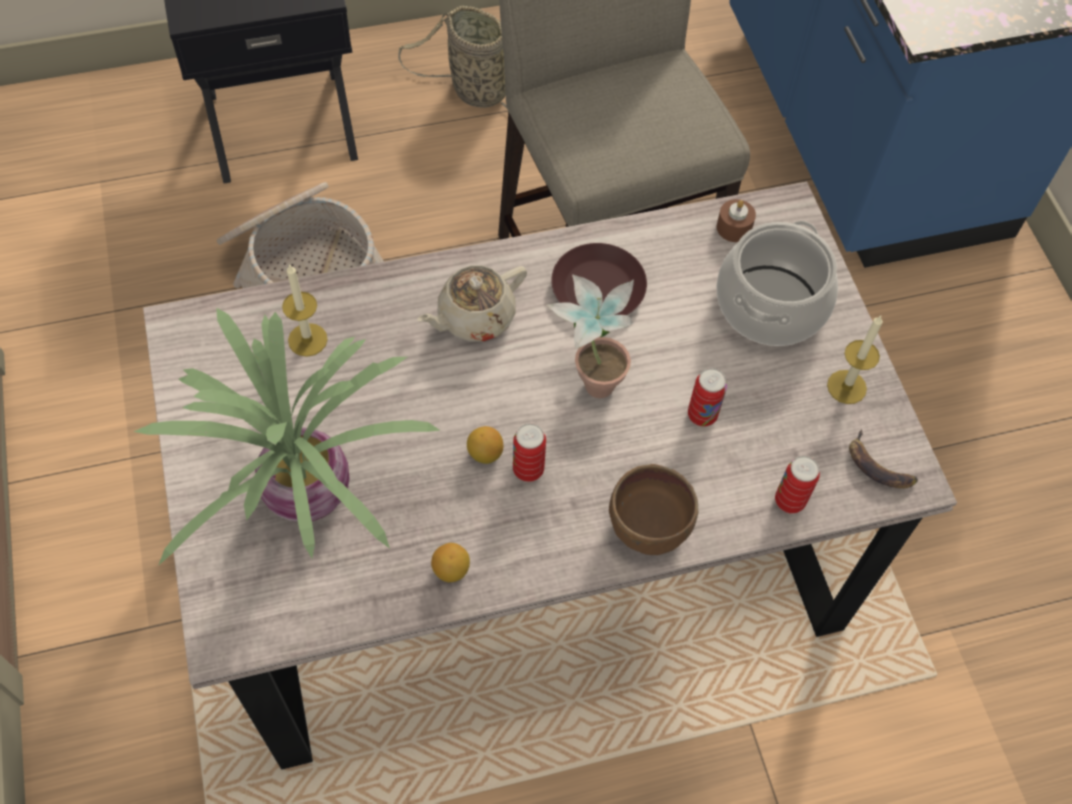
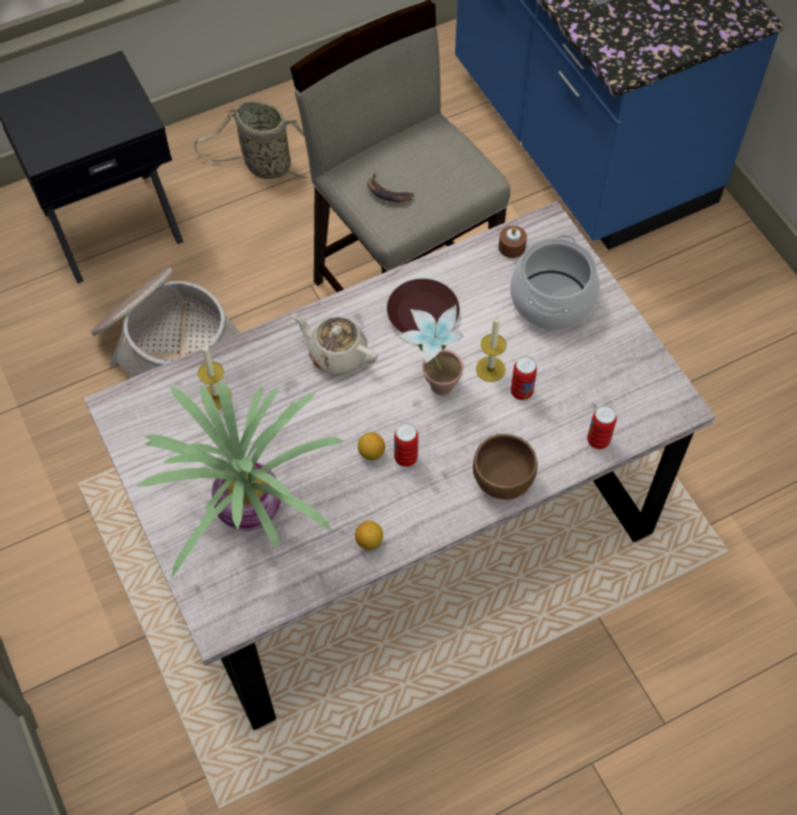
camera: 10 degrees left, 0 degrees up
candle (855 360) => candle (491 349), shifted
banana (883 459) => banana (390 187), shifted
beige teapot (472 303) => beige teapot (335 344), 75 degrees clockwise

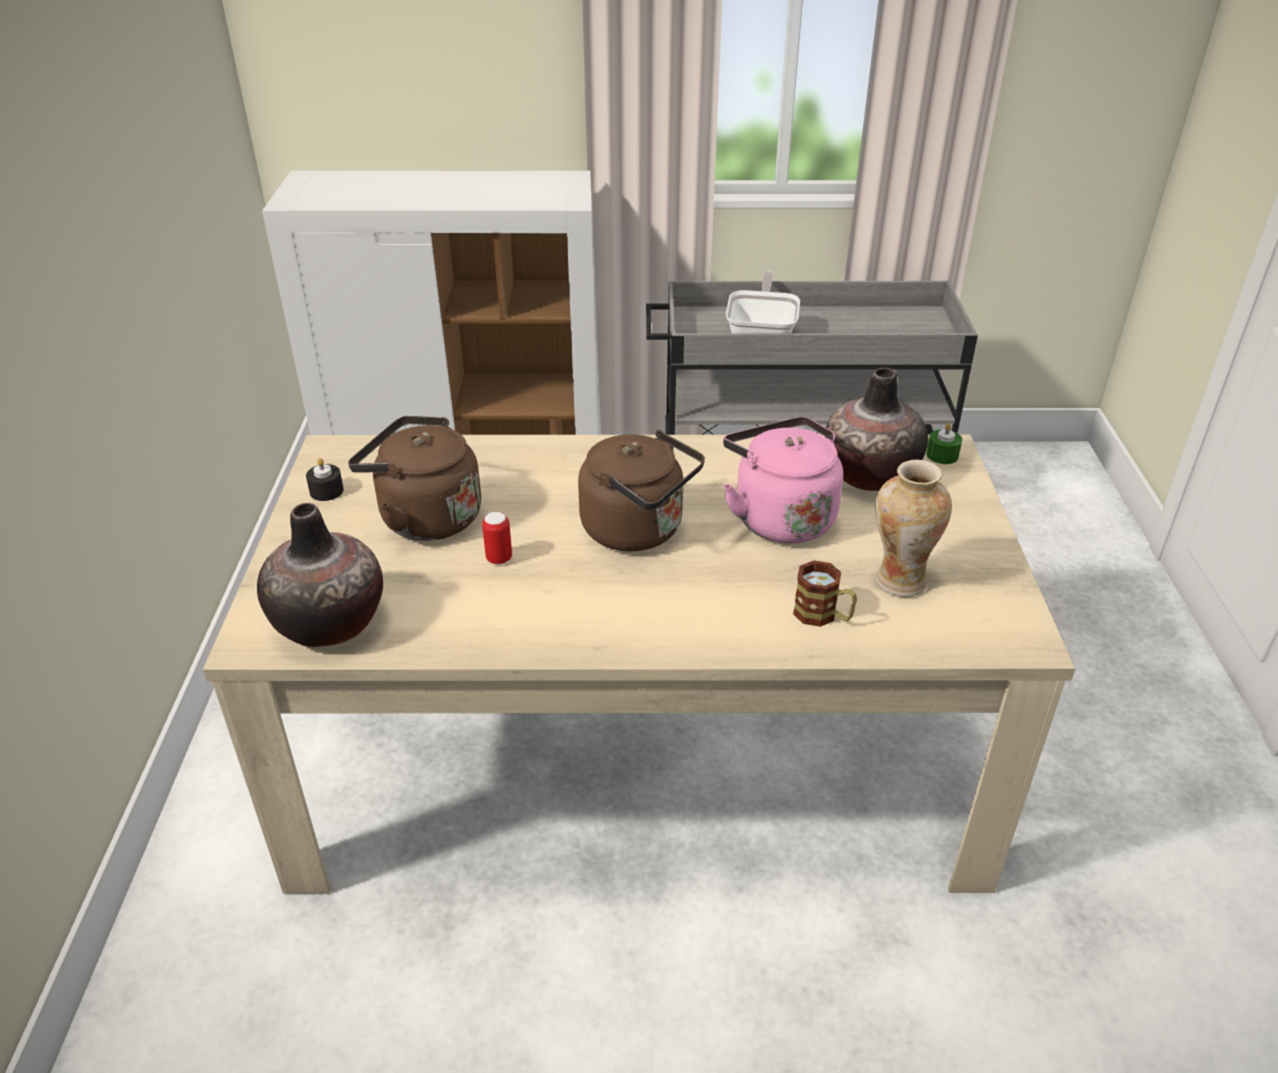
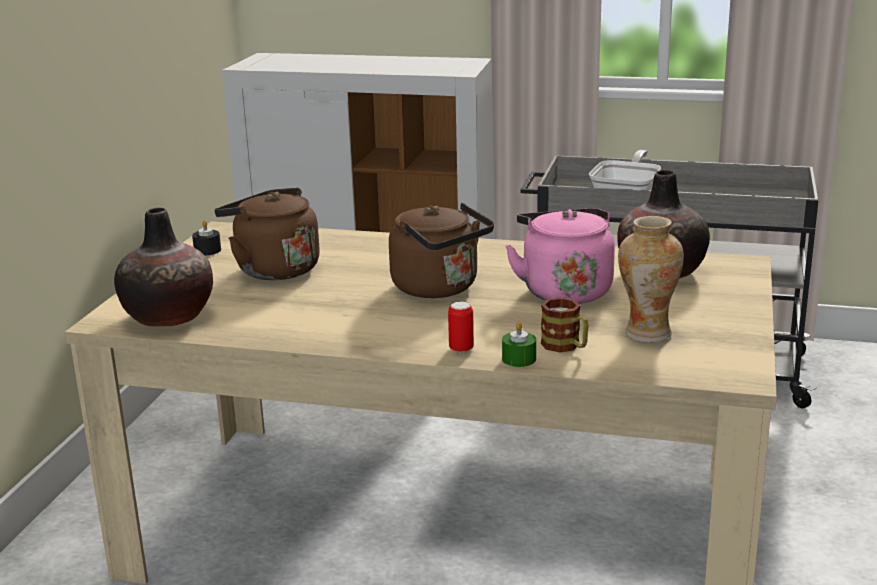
camera: 15 degrees right, 15 degrees down
can (497 538) => can (461 327), shifted
green candle (944 443) => green candle (519 344), shifted

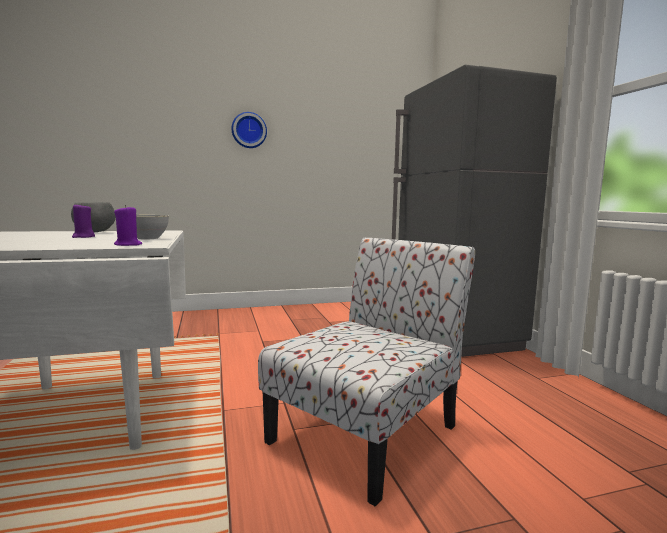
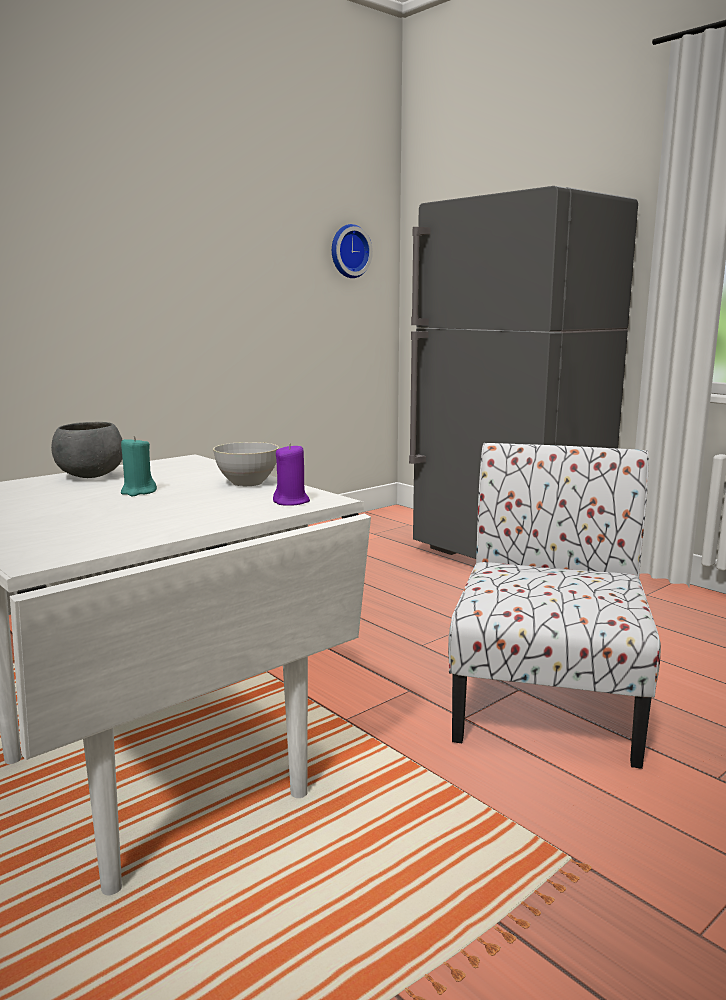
camera: 25 degrees left, 5 degrees up
wall clock (249 130) => wall clock (352 251), shifted
purple candle (83 220) => turquoise candle (139 466)

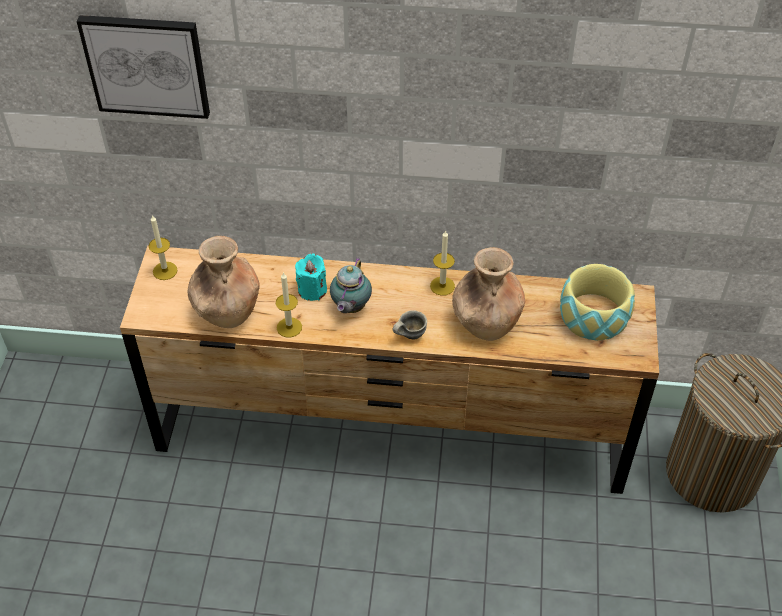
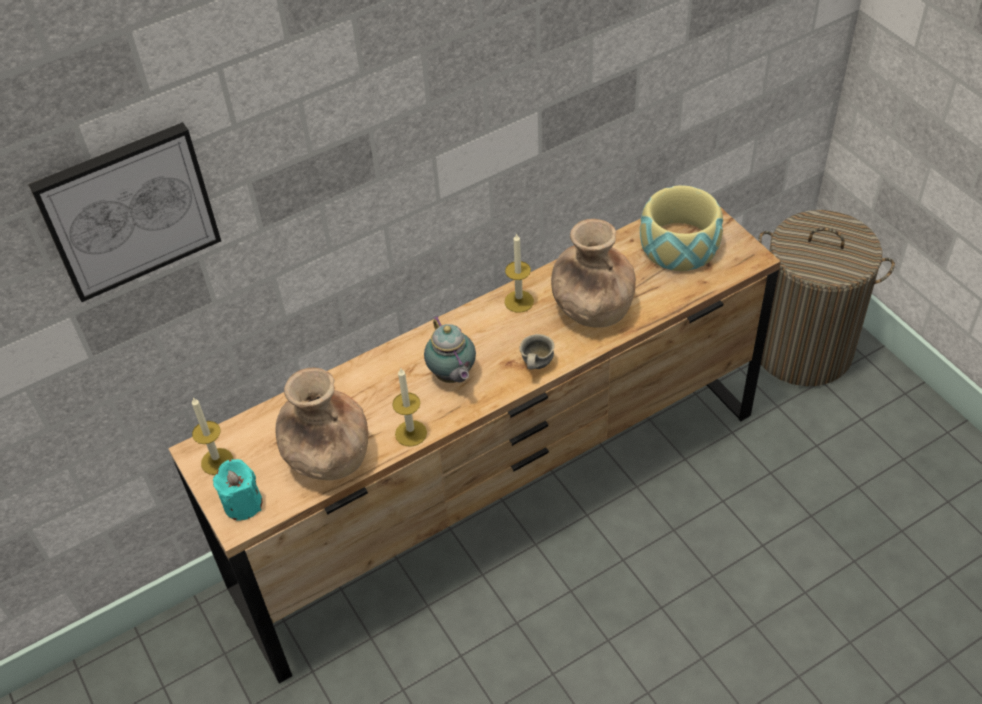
camera: 35 degrees left, 0 degrees up
turquoise candle (311 277) => turquoise candle (237 490), shifted

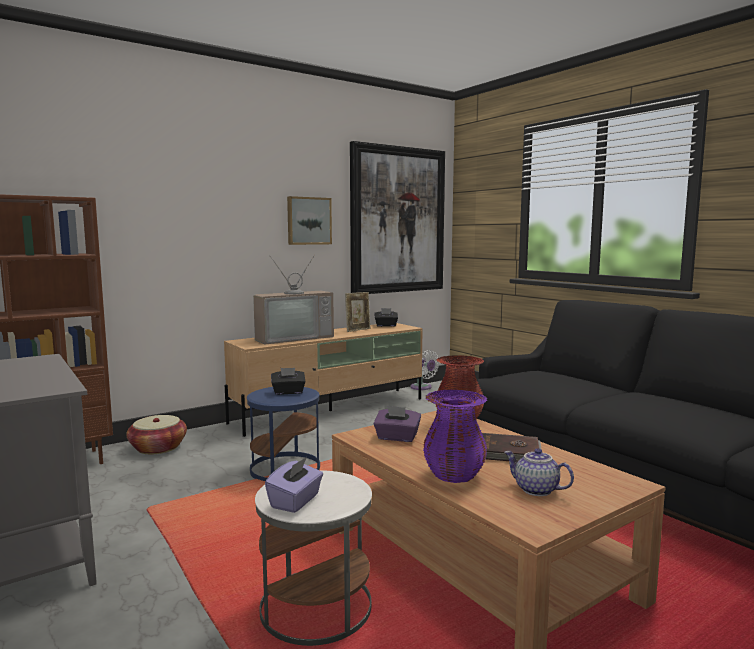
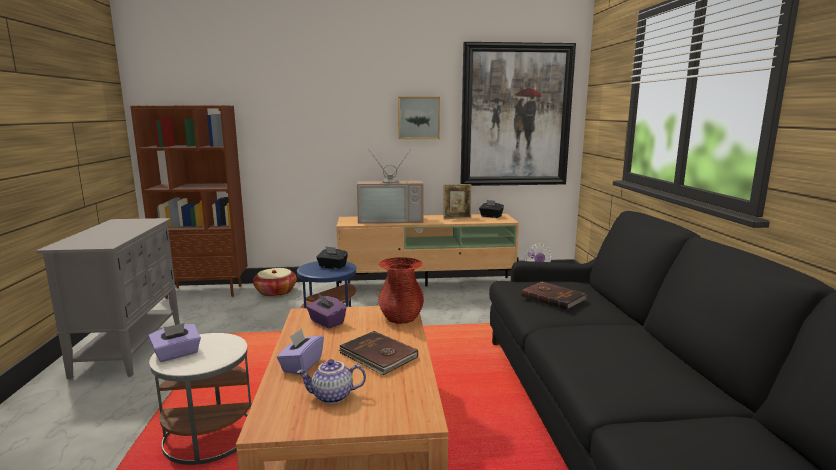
camera: 30 degrees right, 5 degrees up
nothing => brown book (554 296)
purple vase (455 436) => purple tissue box (300 351)
teapot (539 472) => teapot (331 381), 75 degrees counterclockwise

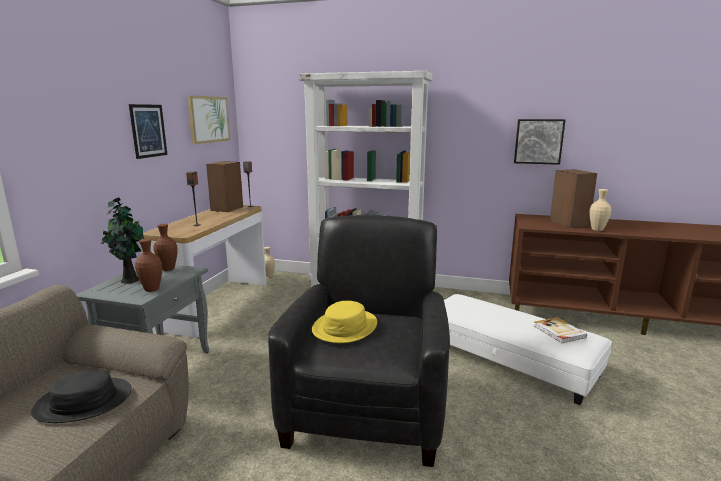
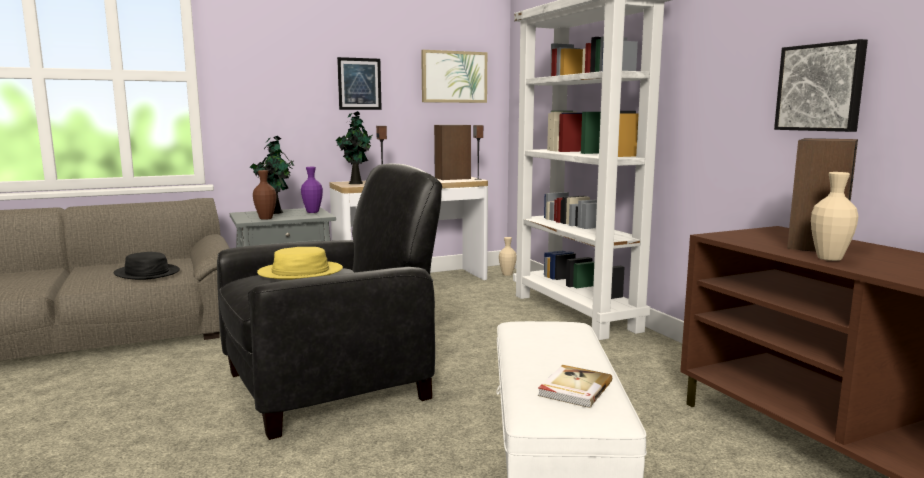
camera: 50 degrees right, 5 degrees down
nothing => potted plant (354 147)
brown vase (165 247) => purple vase (312 190)

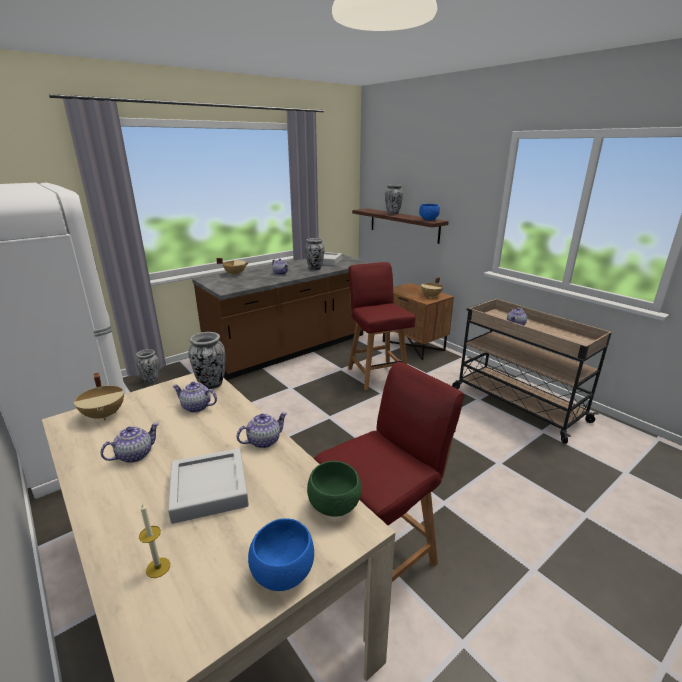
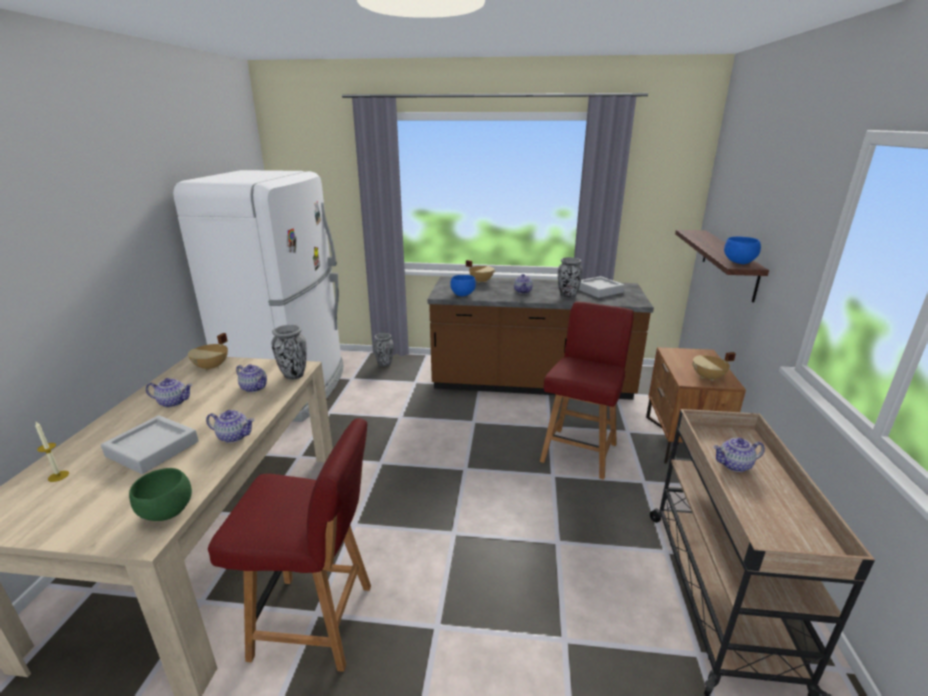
camera: 45 degrees right, 0 degrees up
vase (394 199) => nothing
blue bowl (281 554) => blue bowl (463 285), shifted
teapot (194 397) => teapot (251 378), 150 degrees clockwise

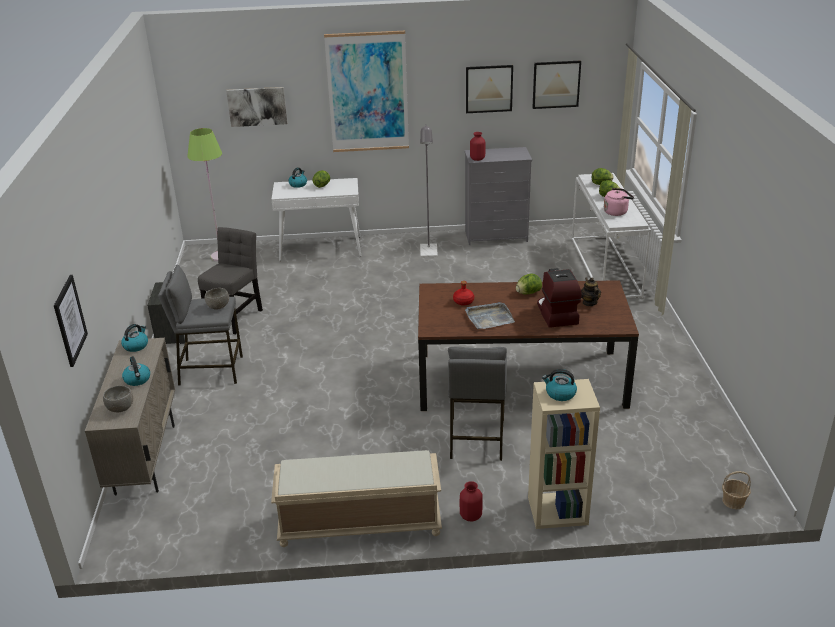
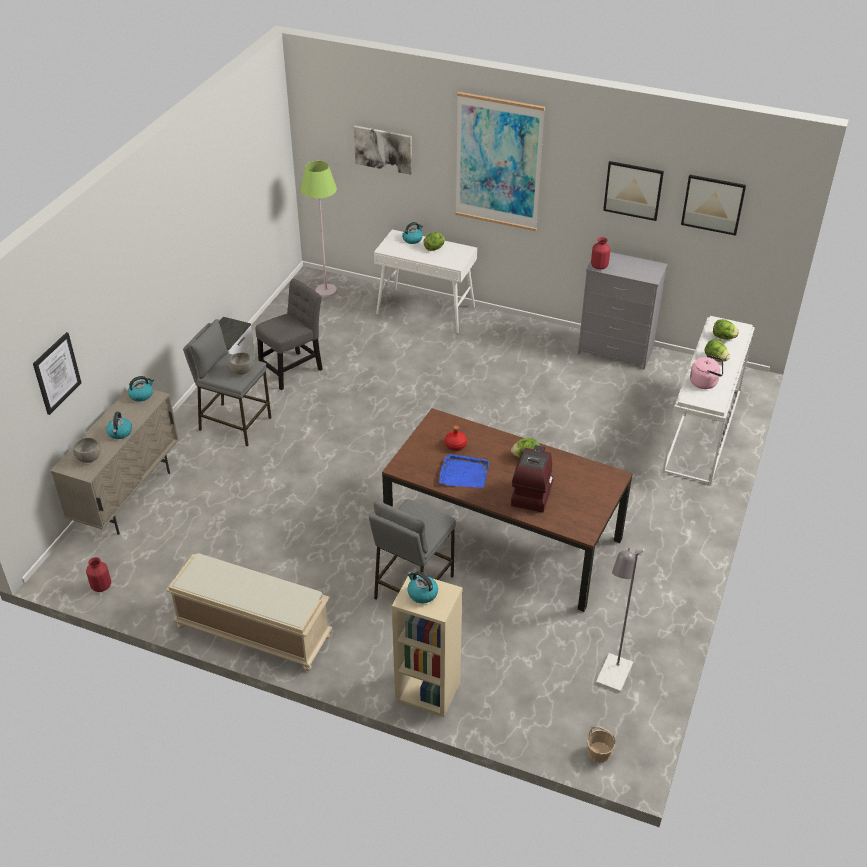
camera: 25 degrees right, 10 degrees up
teapot (591 292) => nothing
grey floor lamp (429 191) => grey floor lamp (620 620), shifted
red vase (471 501) => red vase (98 574), shifted
grey tray (490 315) => blue tray (464 471)

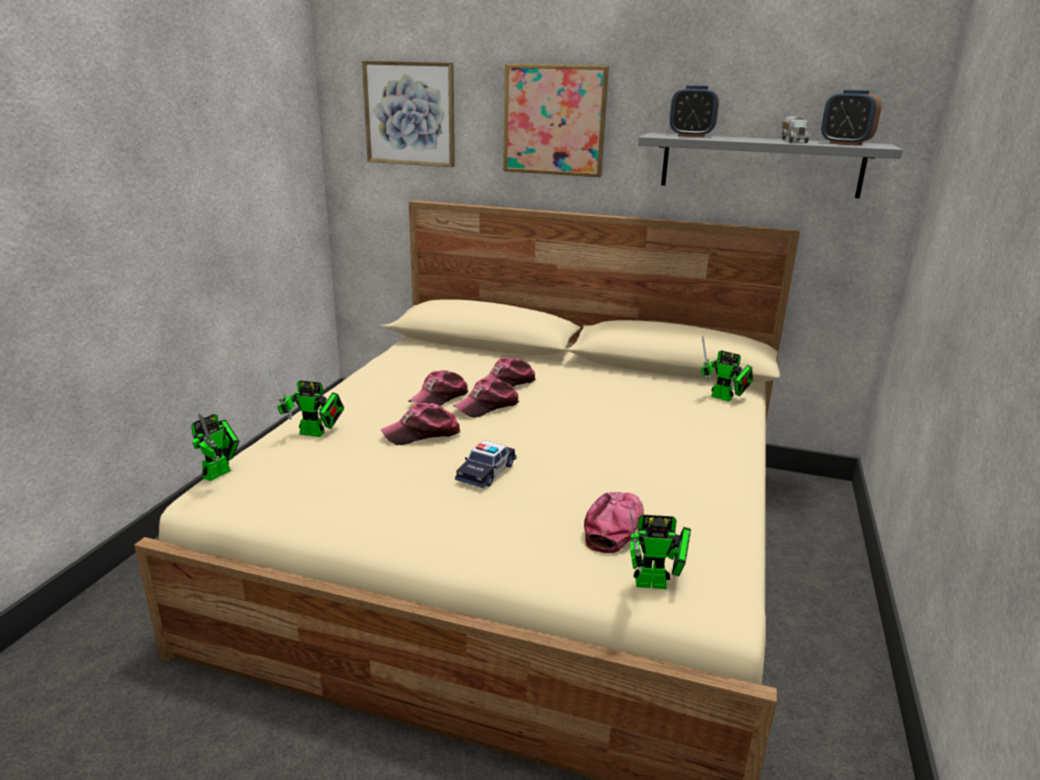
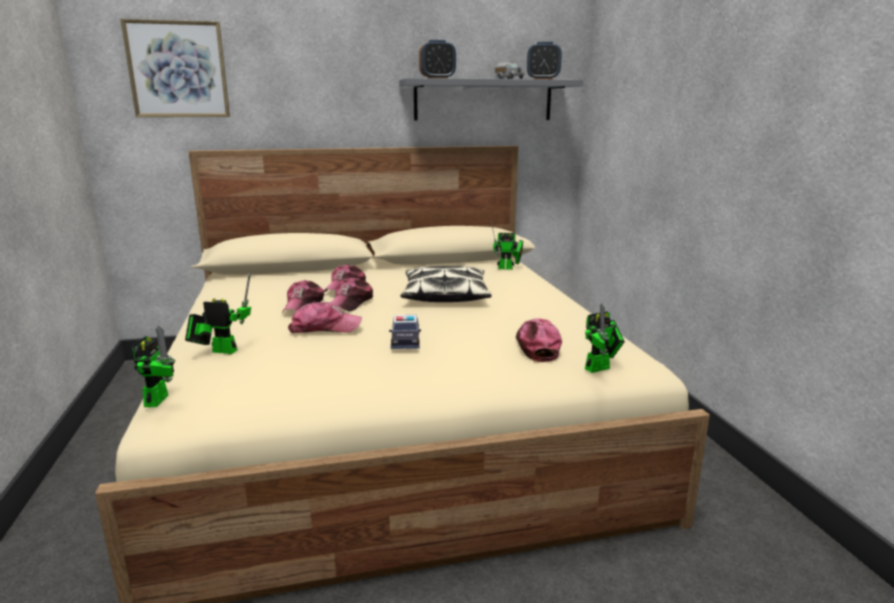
camera: 30 degrees left, 5 degrees down
picture (556 120) => nothing
nothing => pillow (446 284)
toy robot (307 403) => toy robot (218 313), 150 degrees counterclockwise
cap (420 424) => cap (325 317), 135 degrees counterclockwise

